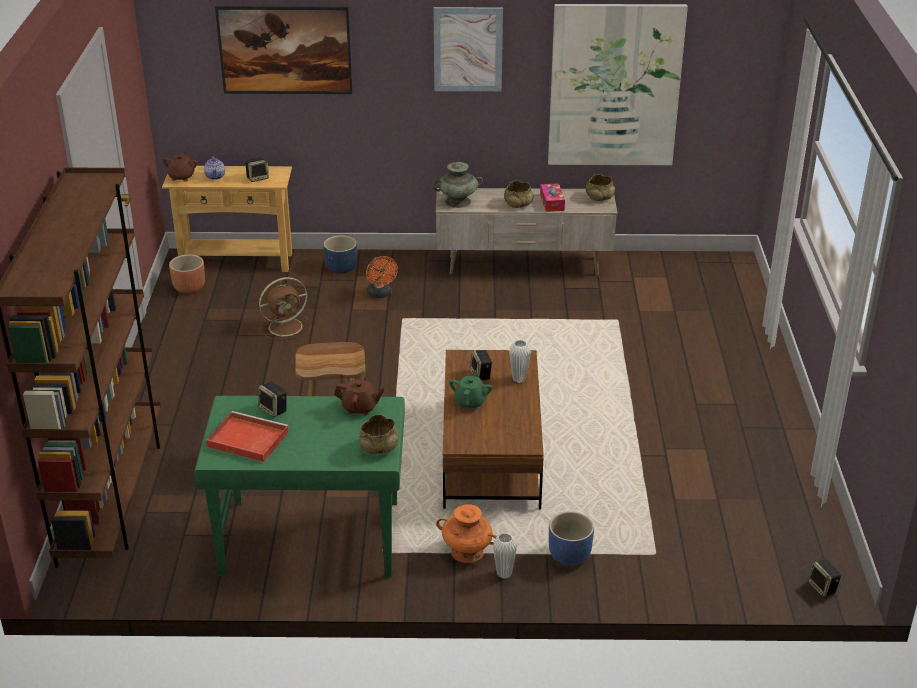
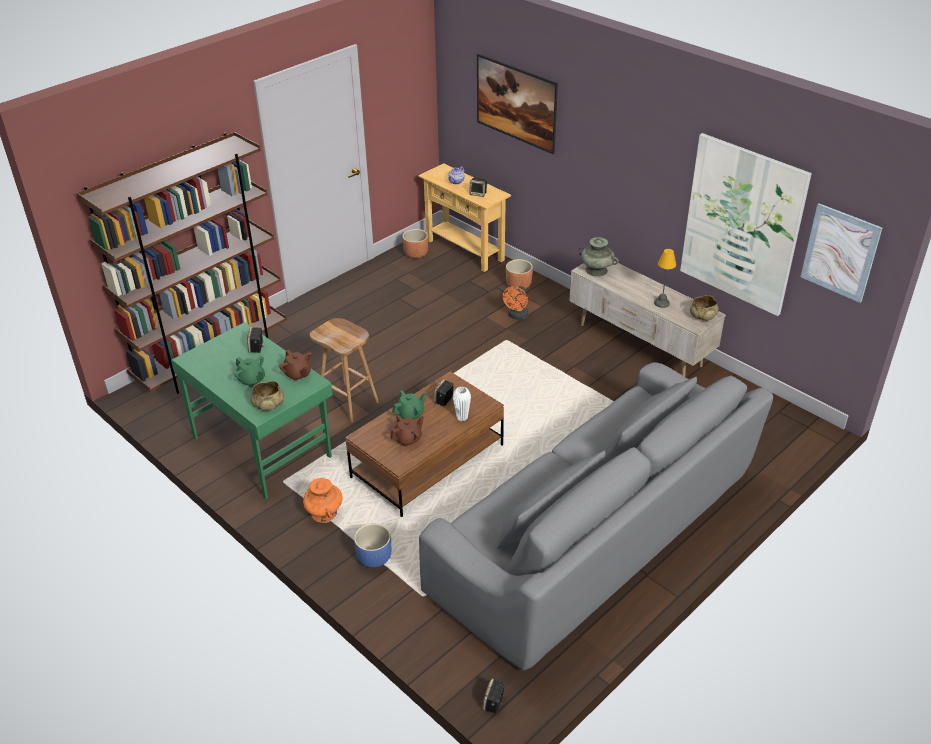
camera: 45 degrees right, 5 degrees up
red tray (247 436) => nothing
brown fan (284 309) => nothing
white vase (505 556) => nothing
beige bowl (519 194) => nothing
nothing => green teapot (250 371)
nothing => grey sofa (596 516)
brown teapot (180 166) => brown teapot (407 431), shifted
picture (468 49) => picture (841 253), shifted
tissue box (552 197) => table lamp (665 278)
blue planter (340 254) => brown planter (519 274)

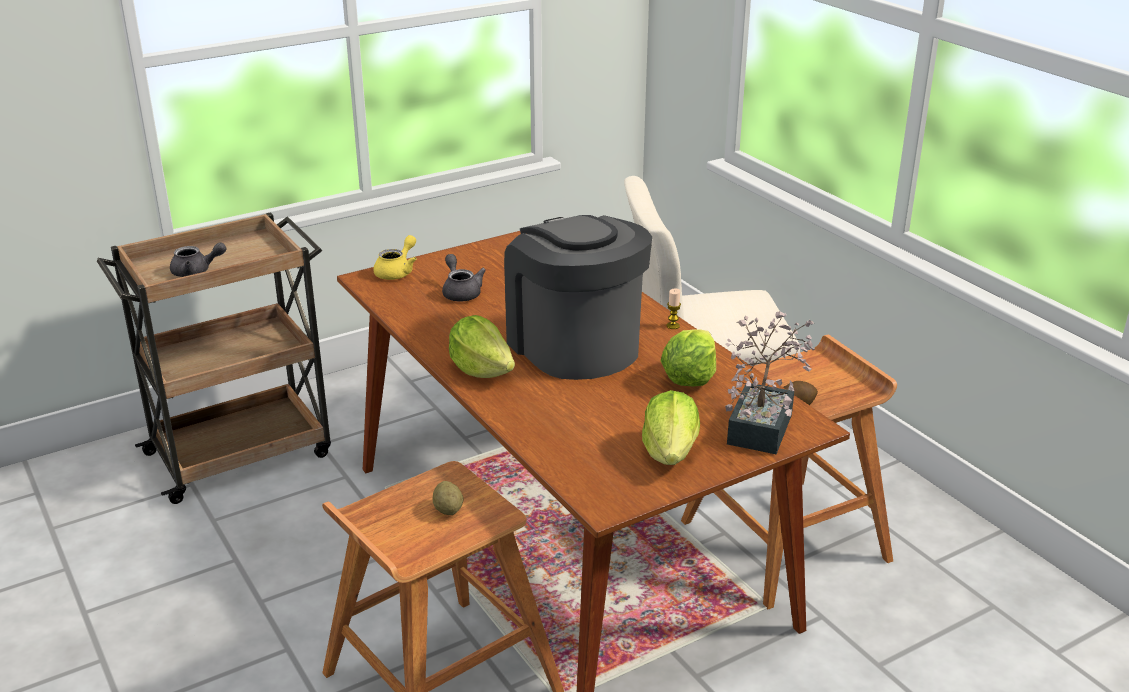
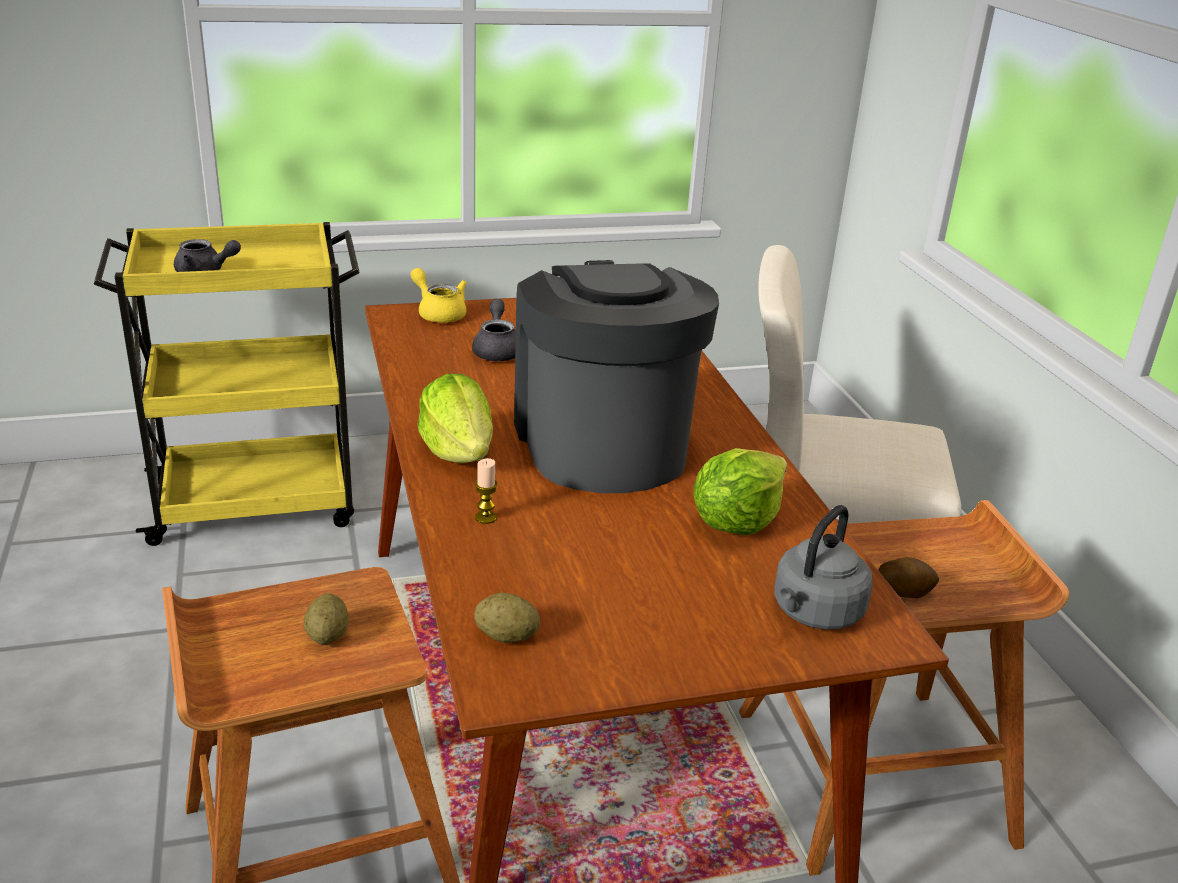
camera: 15 degrees right, 0 degrees up
lettuce (671 427) => nothing
nothing => potato (507 618)
candle (673 308) => candle (486 491), shifted
potted plant (770 382) => grey kettle (823 567)
brown cart (214 358) => yellow cart (227 384)
yellow teapot (395 257) => yellow teapot (439 295), 90 degrees counterclockwise

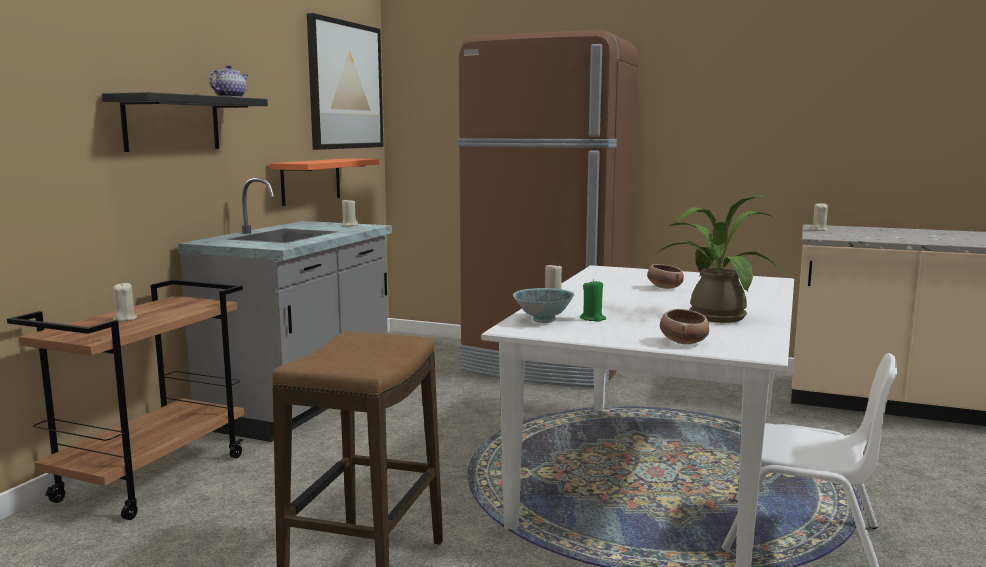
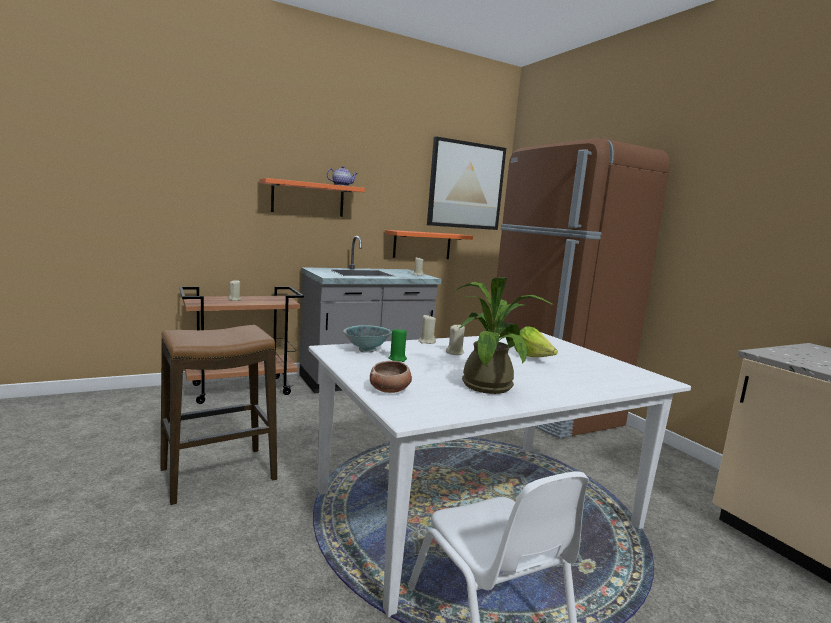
camera: 40 degrees right, 0 degrees up
beige candle (819 216) => beige candle (455 339), shifted
bowl (665 276) => lettuce (536 341)
black shelf (185 122) => orange shelf (312 197)

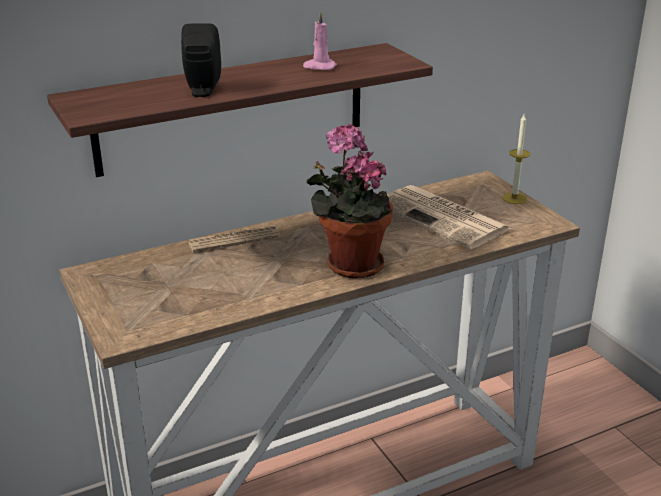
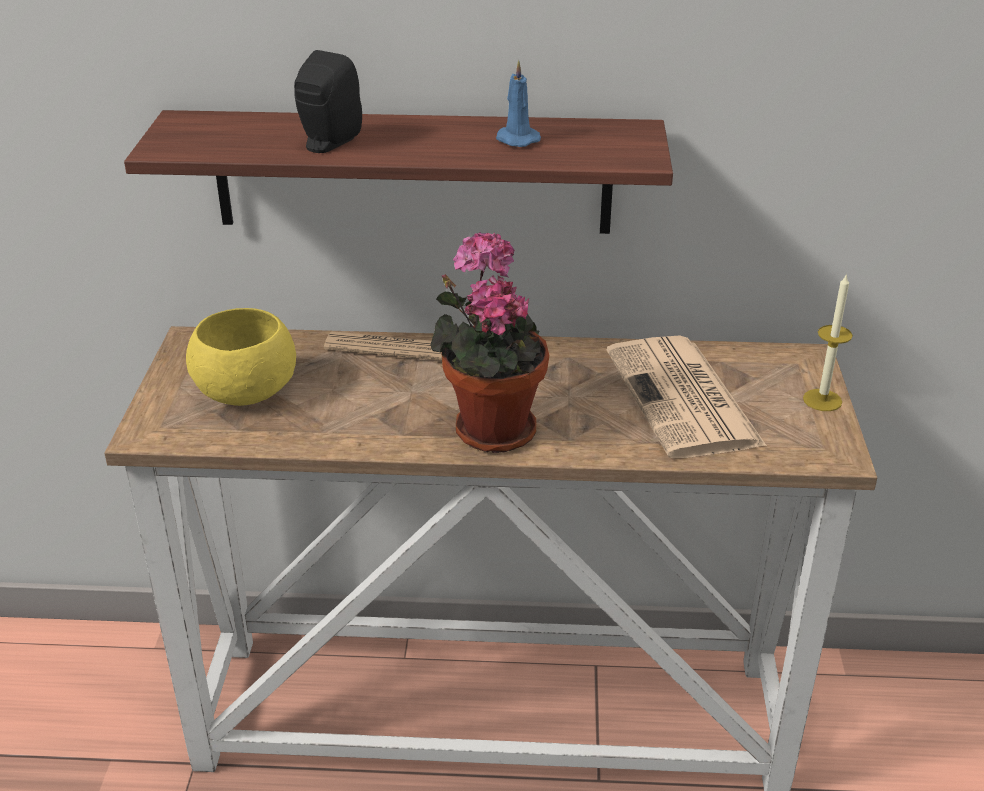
camera: 30 degrees right, 5 degrees up
nothing => yellow bowl (241 357)
pink candle (320 40) => blue candle (518 103)

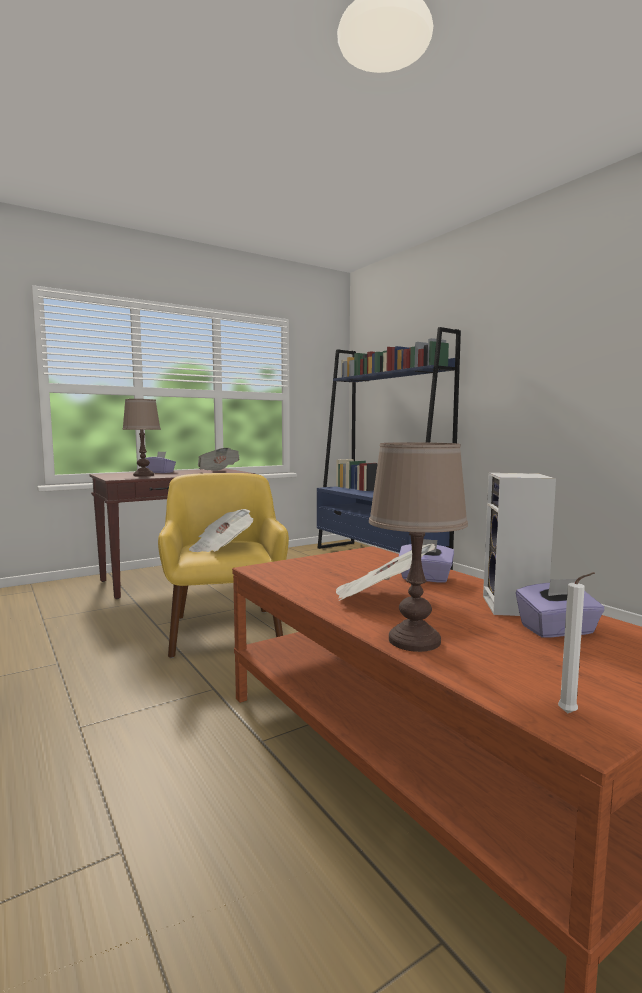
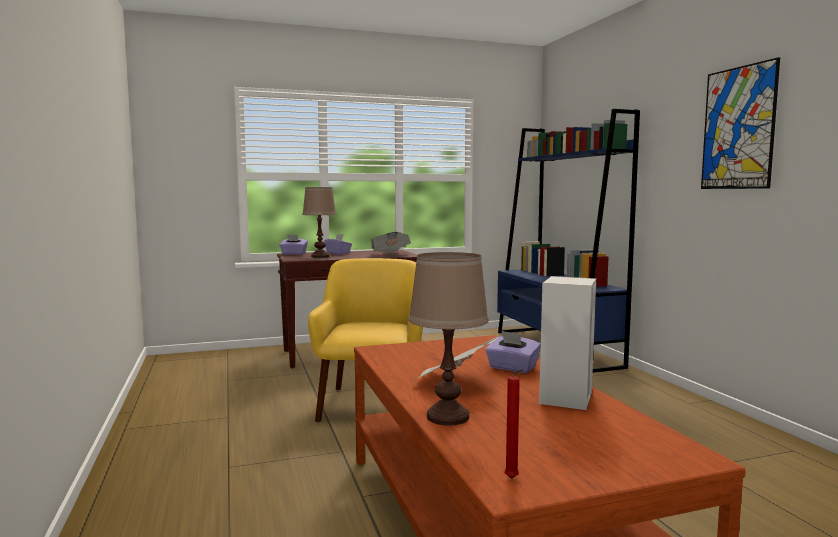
camera: 15 degrees right, 0 degrees up
newspaper (221 530) => nothing
nothing => picture (740 123)
purple tissue box (560 608) => purple tissue box (293 245), shifted
white candle (576 643) => red candle (514 424)

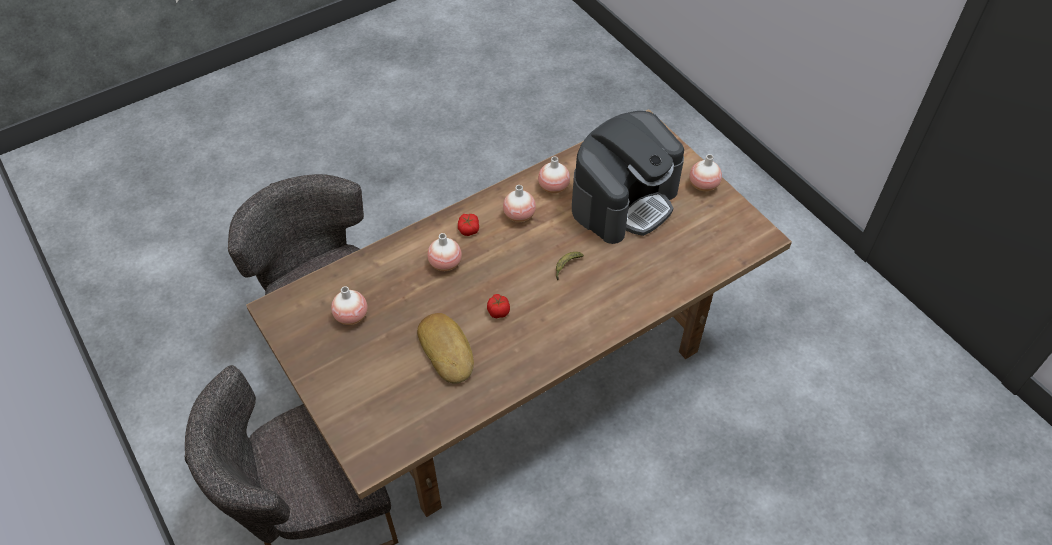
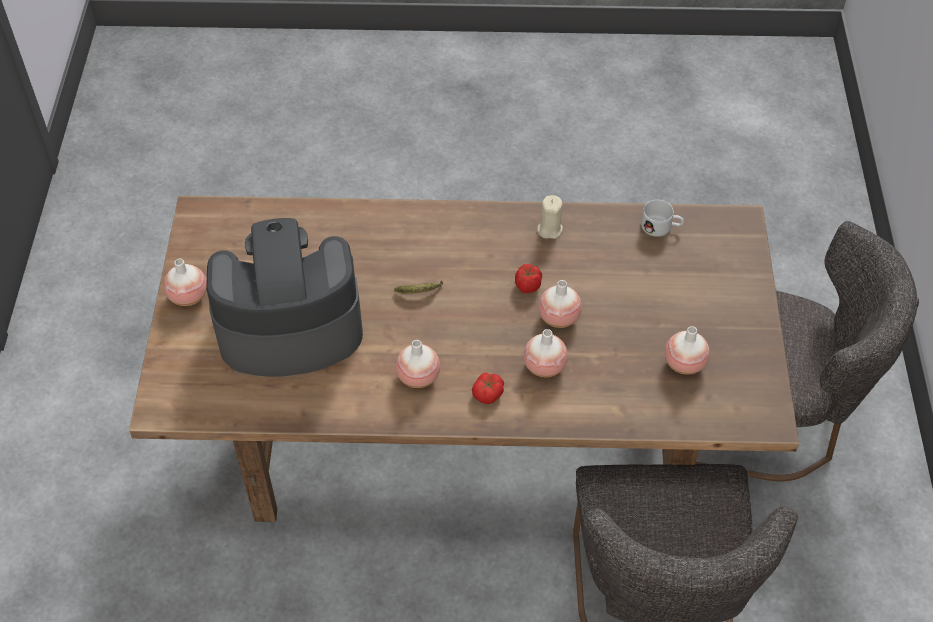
camera: 145 degrees left, 0 degrees up
bread (445 348) => nothing
nothing => beige candle (550 217)
nothing => white mug (662 218)
vase (554 175) => vase (560 304), shifted

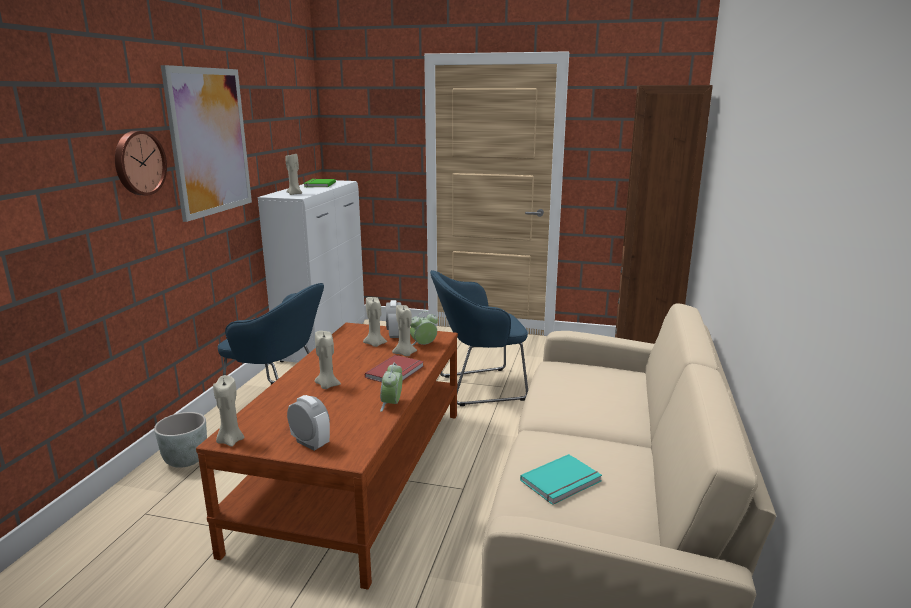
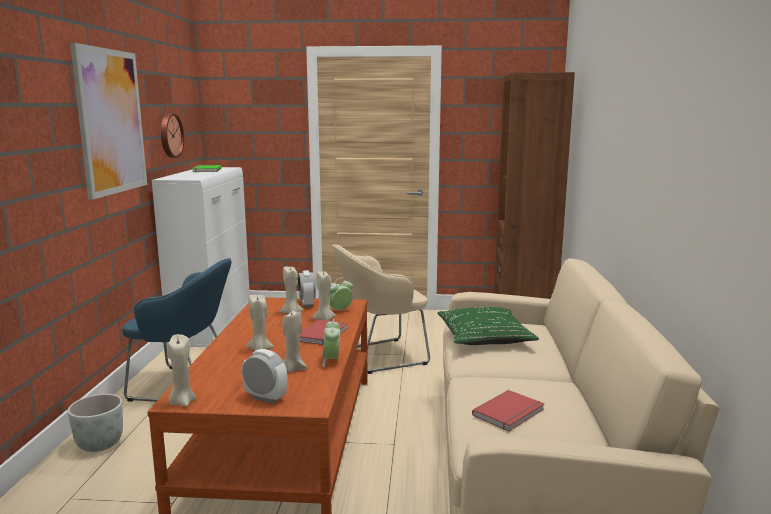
camera: 10 degrees left, 5 degrees down
nothing => green pillow (488 326)
wall clock (141 163) => wall clock (172 135), shifted
beige candle (293 174) => beige candle (294 341), shifted
blue armchair (479 338) => beige armchair (381 309)
turquoise book (561 479) => red book (508 410)

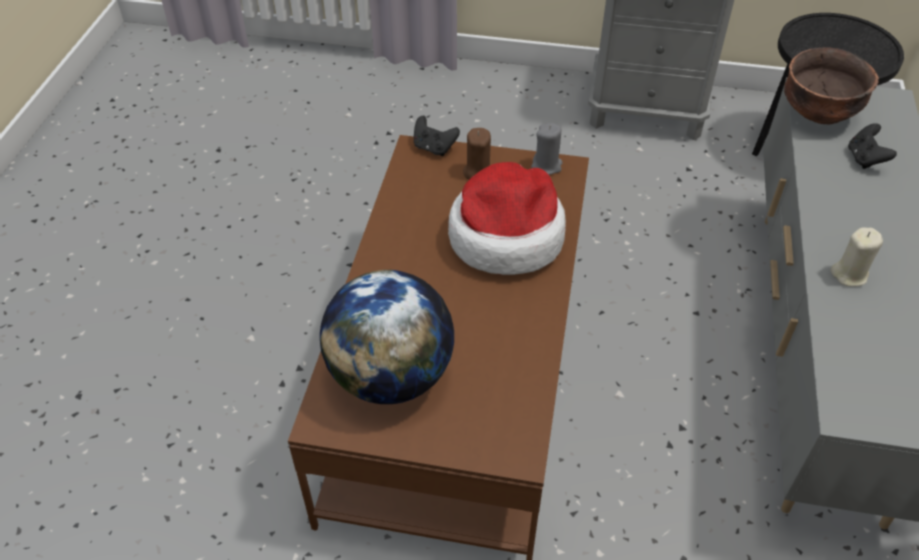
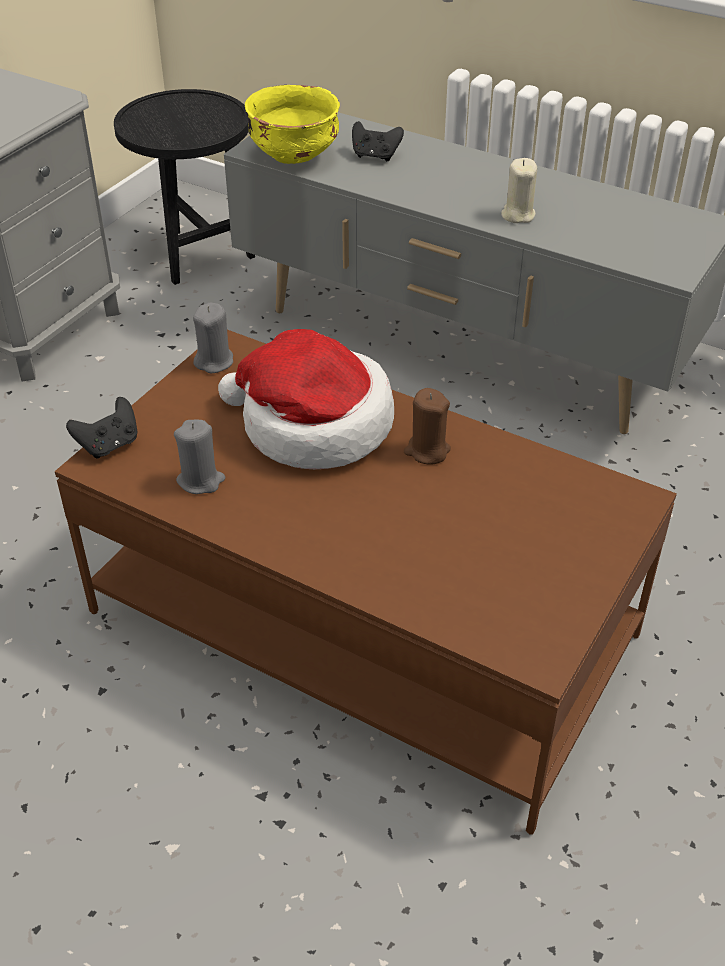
camera: 70 degrees left, 5 degrees down
globe (387 337) => nothing
nothing => grey candle (199 457)
brown candle (477 154) => brown candle (427 426), shifted
brown bowl (831 85) => yellow bowl (292 124)

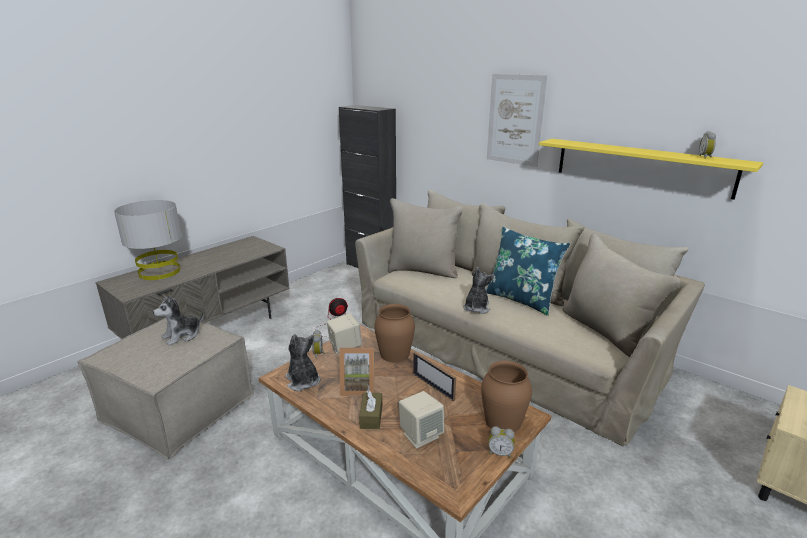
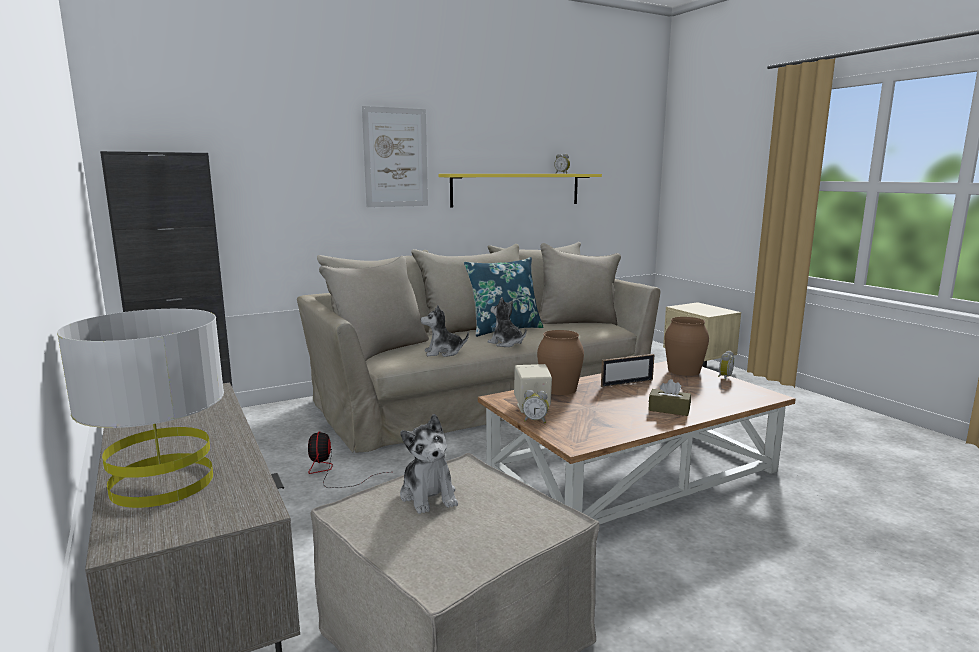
camera: 70 degrees left, 10 degrees down
picture frame (356 372) => nothing
beige speaker (421 419) => nothing
plush toy (302 362) => plush toy (445 331), shifted

